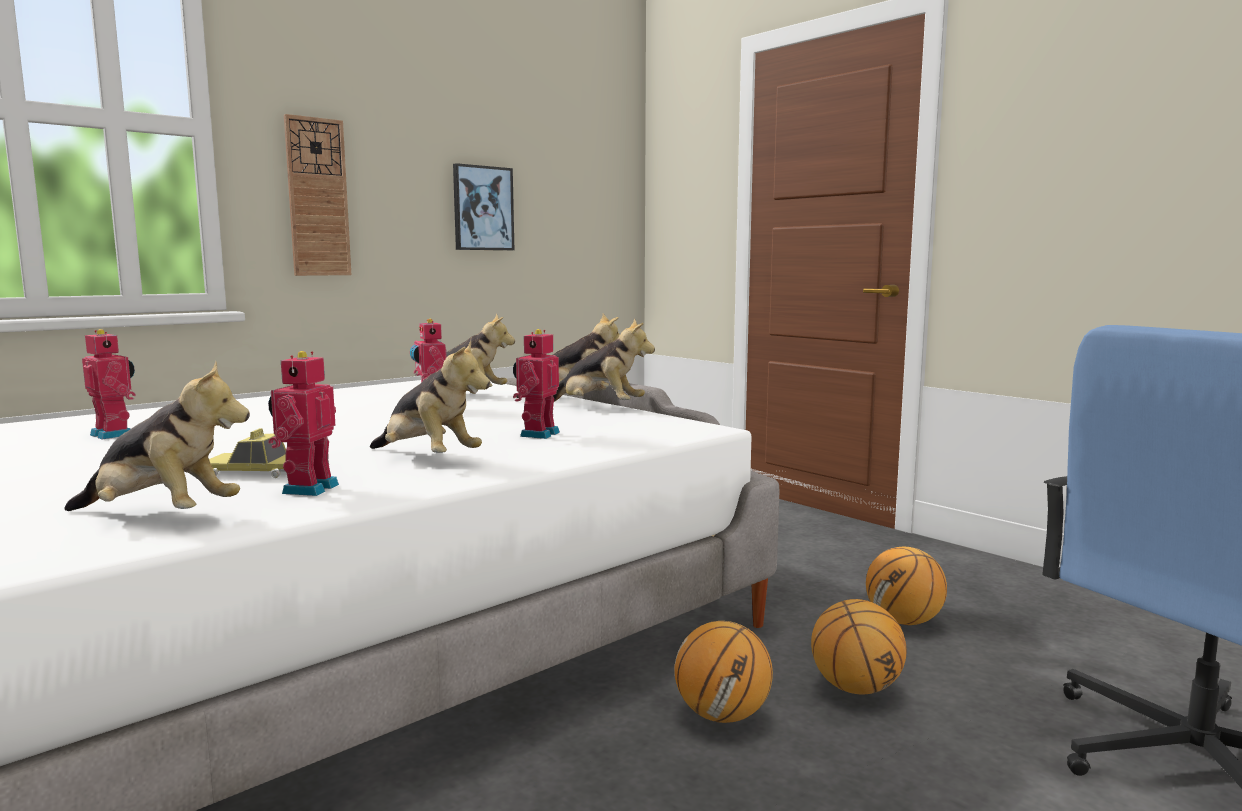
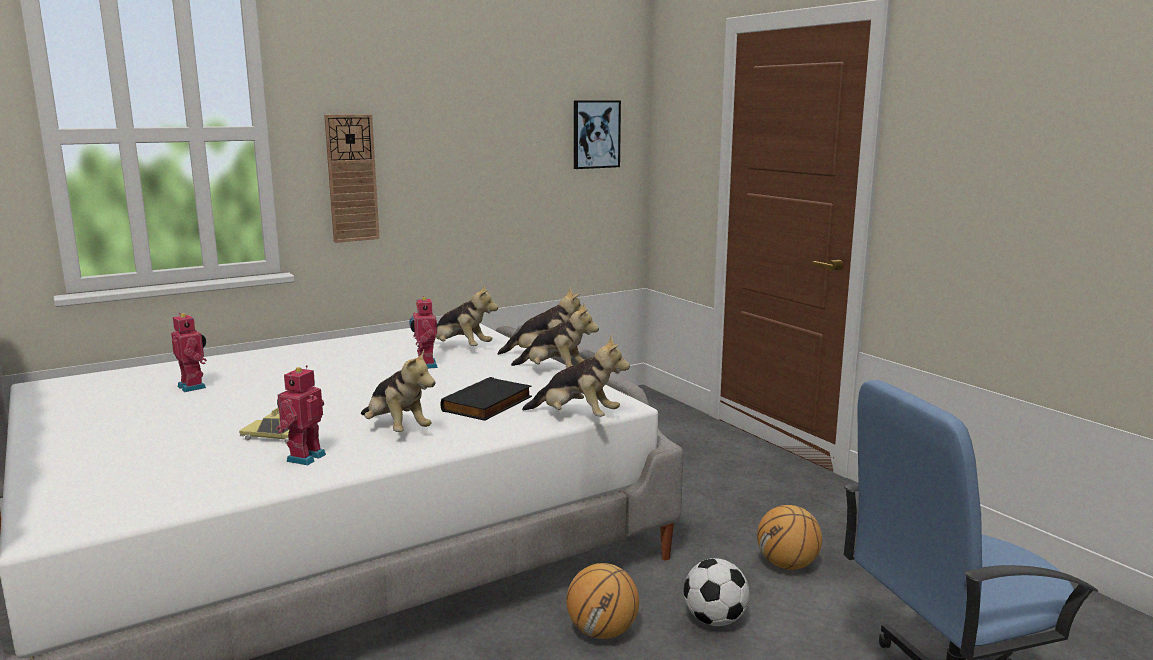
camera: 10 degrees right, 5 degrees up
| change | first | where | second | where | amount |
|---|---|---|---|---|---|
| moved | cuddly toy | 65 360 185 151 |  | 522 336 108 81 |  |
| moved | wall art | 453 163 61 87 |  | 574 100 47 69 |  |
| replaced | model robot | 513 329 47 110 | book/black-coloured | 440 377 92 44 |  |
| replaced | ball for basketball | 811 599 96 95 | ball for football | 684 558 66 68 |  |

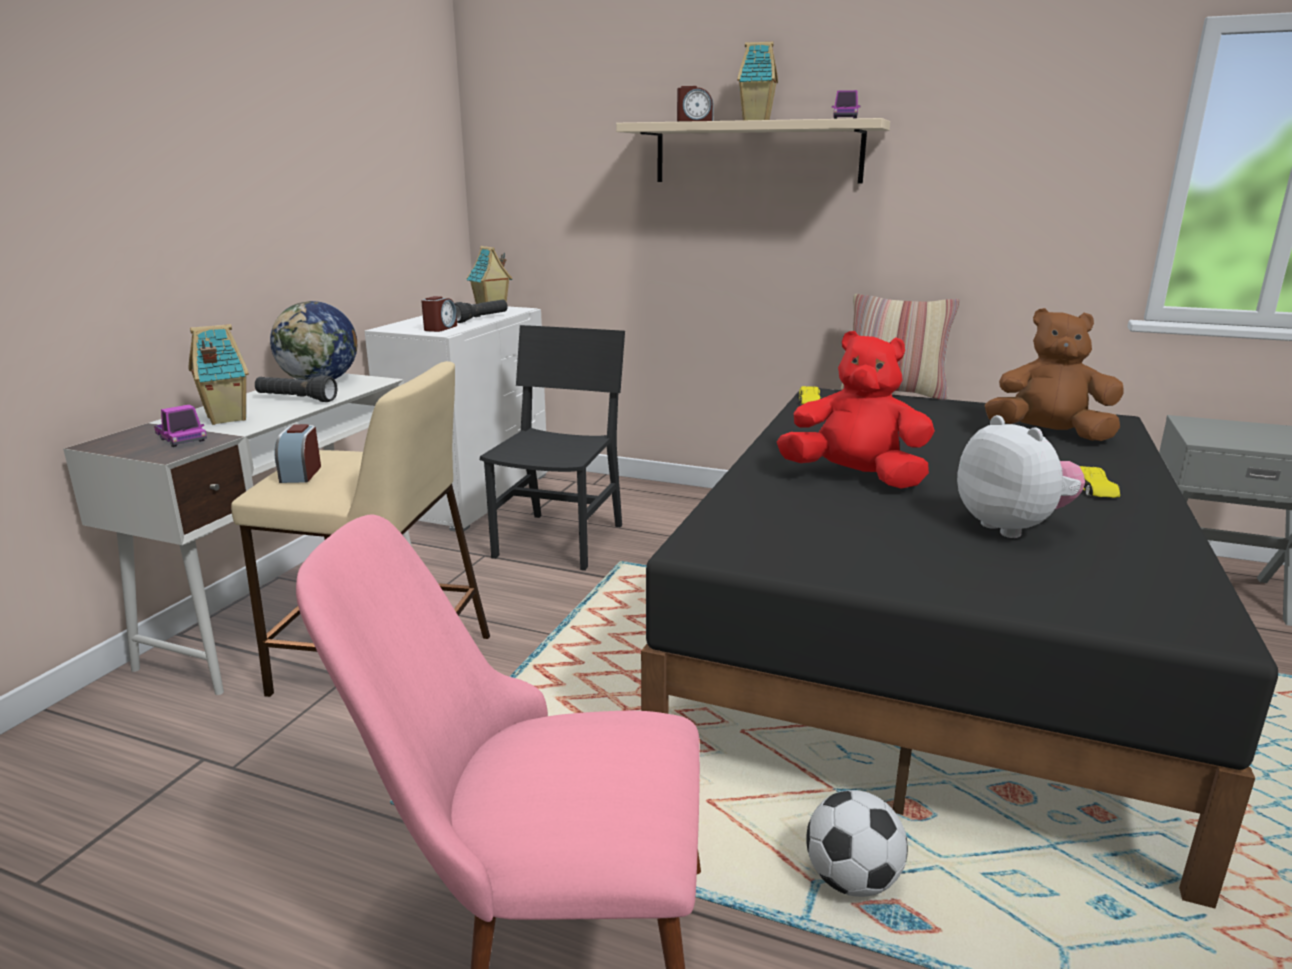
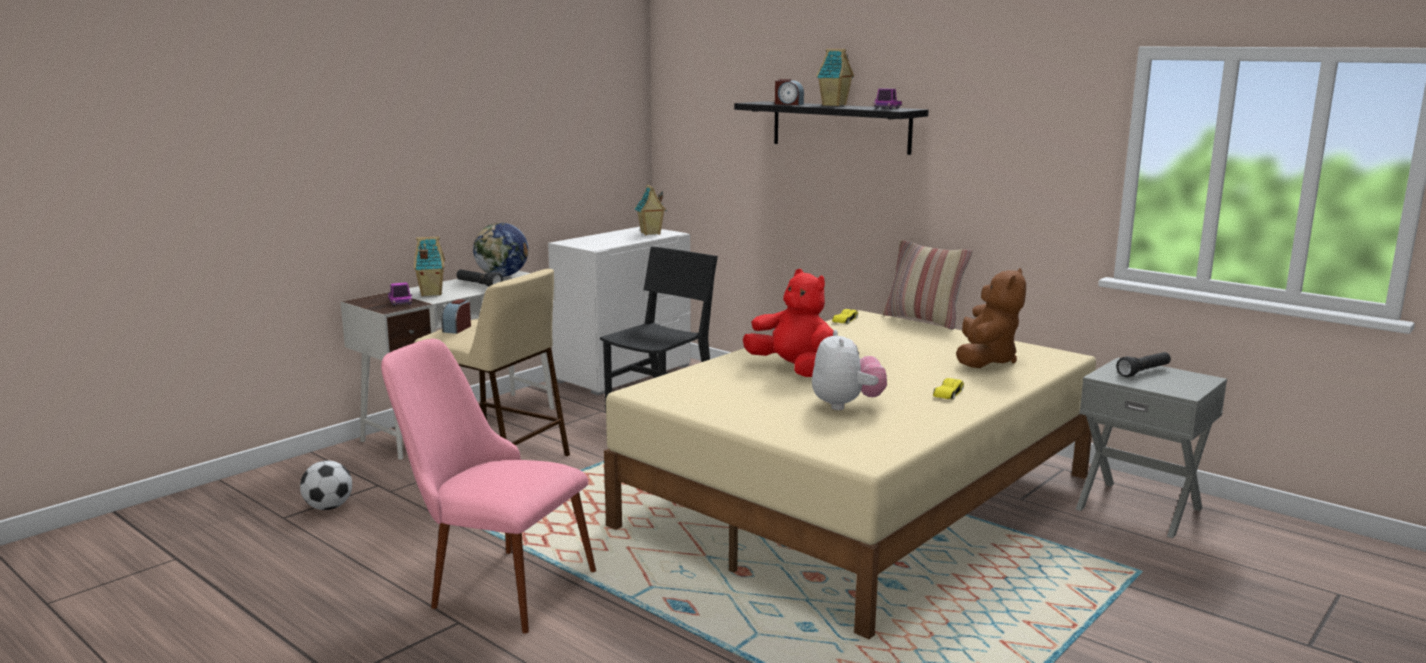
camera: 20 degrees right, 5 degrees down
| change | first | where | second | where | amount |
|---|---|---|---|---|---|
| removed | alarm clock | 421 296 36 36 |  |  |  |
| moved | torch/black-coloured | 454 300 54 23 |  | 1116 352 55 25 |  |
| moved | ball for football | 806 790 102 107 |  | 300 460 52 50 |  |
| recoloured | wall shelf/beige-coloured | 616 118 274 66 | wall shelf/black-coloured | 734 101 195 54 |  |
| recoloured | bed/black-coloured | 641 388 637 520 | bed/beige-coloured | 604 310 492 329 |  |
| turned | cuddly toy/brown-coloured | 985 308 139 133 |  | 956 268 70 100 | 75 degrees clockwise |

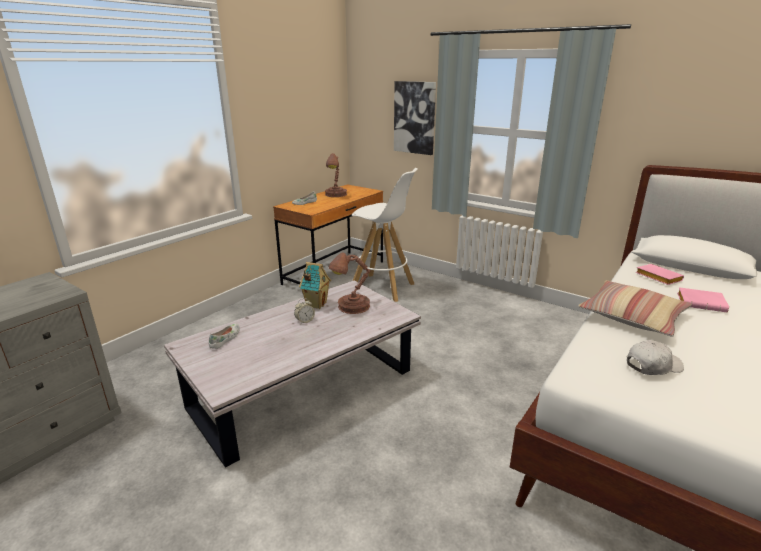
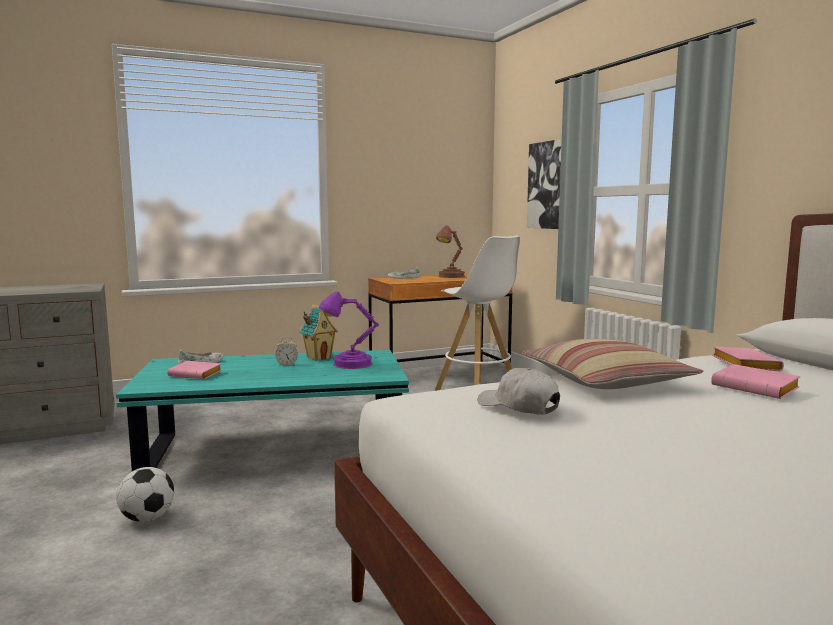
camera: 30 degrees right, 15 degrees down
| change | first | where | second | where | amount |
|---|---|---|---|---|---|
| added |  |  | ball for football | 117 467 57 55 |  |
| added |  |  | book/pink | 167 361 55 18 |  |
| recoloured | coffee table/white-coloured | 164 281 257 187 | coffee table/blue-green | 116 350 293 121 |  |
| recoloured | table lamp/brown-coloured | 329 252 42 62 | table lamp/purple-coloured | 319 292 60 77 |  |
| turned | peaked cap/white-coloured | 627 340 57 35 |  | 477 368 83 47 | 150 degrees counterclockwise |

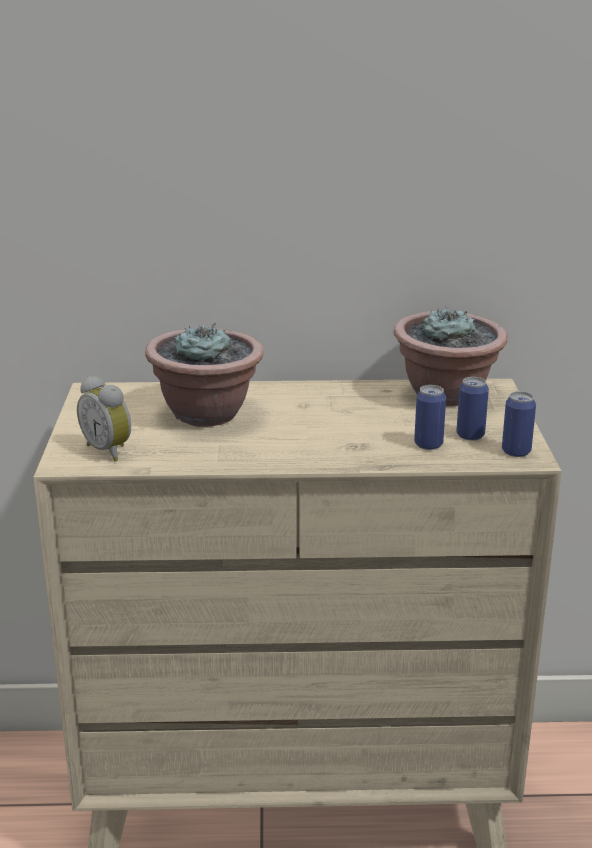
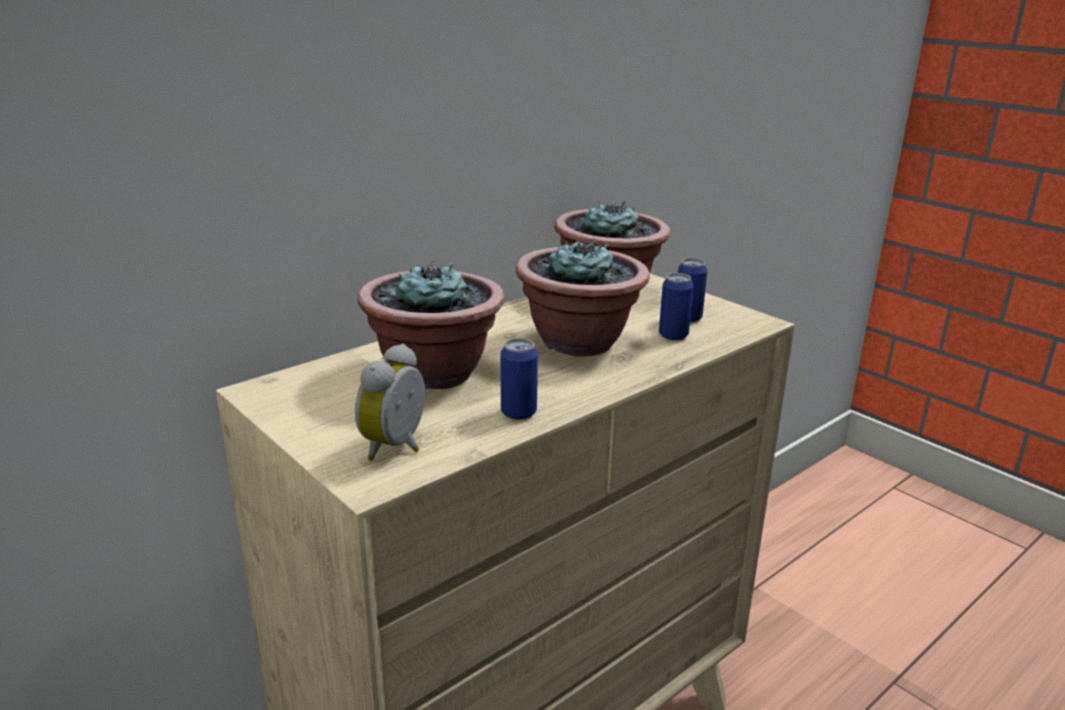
camera: 40 degrees left, 0 degrees up
| change | first | where | second | where | amount |
|---|---|---|---|---|---|
| added |  |  | houseplant | 516 238 134 119 |  |
| moved | sealed can | 502 391 34 66 |  | 501 338 37 82 |  |
| turned | alarm clock | 77 376 54 85 |  | 355 343 70 118 | 105 degrees clockwise |

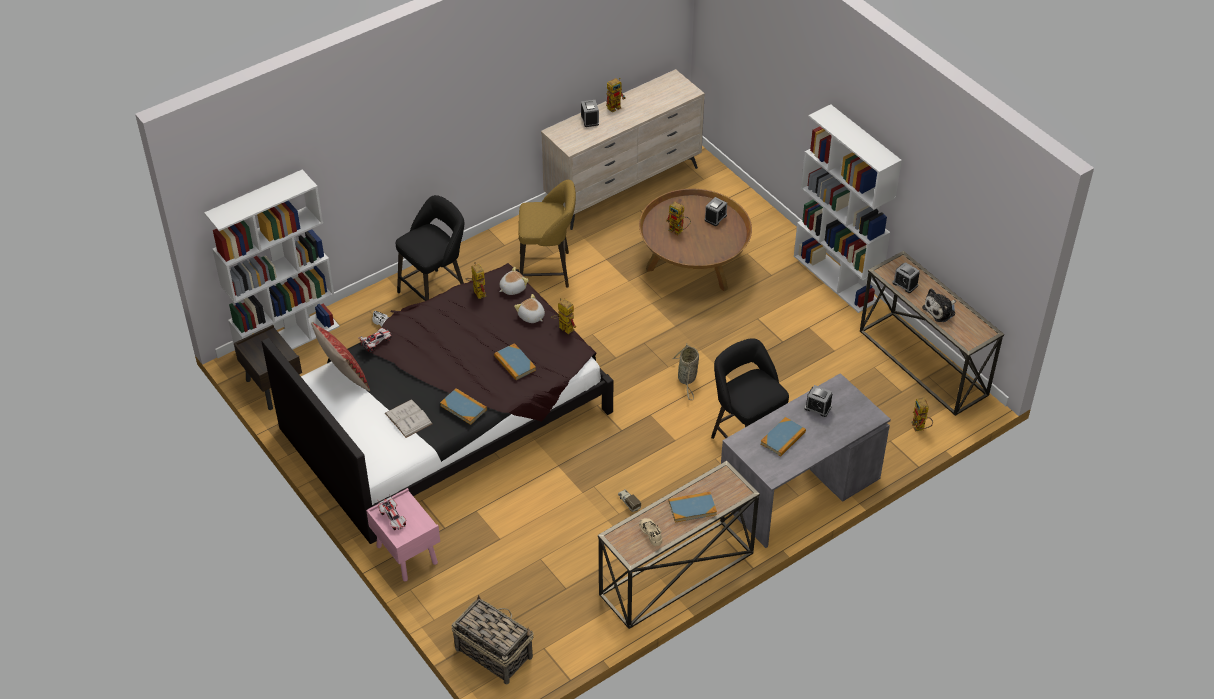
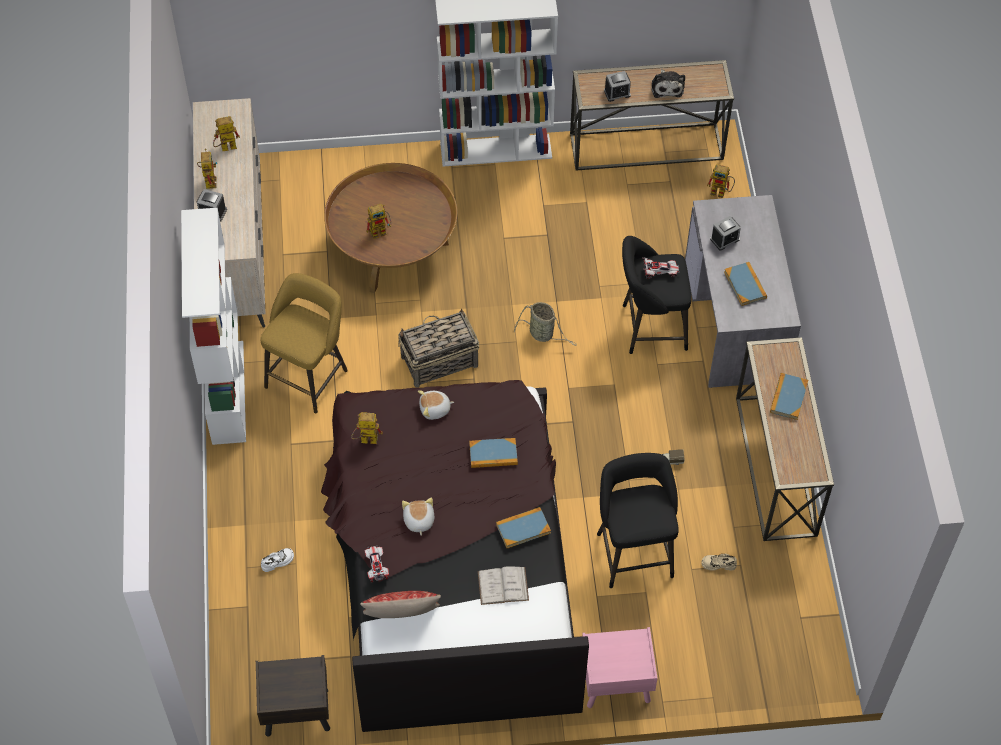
camera: 60 degrees left, 10 degrees up
| change | first | where | second | where | amount |
|---|---|---|---|---|---|
| removed | alarm clock | 704 197 23 29 |  |  |  |
| moved | bookshelf/white-coloured | 204 170 136 183 |  | 181 208 65 237 |  |
| moved | miniature car | 377 494 30 36 |  | 642 257 38 22 |  |
| moved | stool/black-coloured | 396 195 68 106 |  | 597 453 82 135 |  |
| moved | storage basket | 451 595 83 89 |  | 398 309 81 79 |  |
| moved | cuddly toy | 499 267 30 28 |  | 402 498 33 38 |  |
| moved | model robot | 551 298 25 36 |  | 213 116 27 35 |  |
| moved | low shoe/beige-coloured | 639 518 23 28 |  | 701 553 36 18 |  |

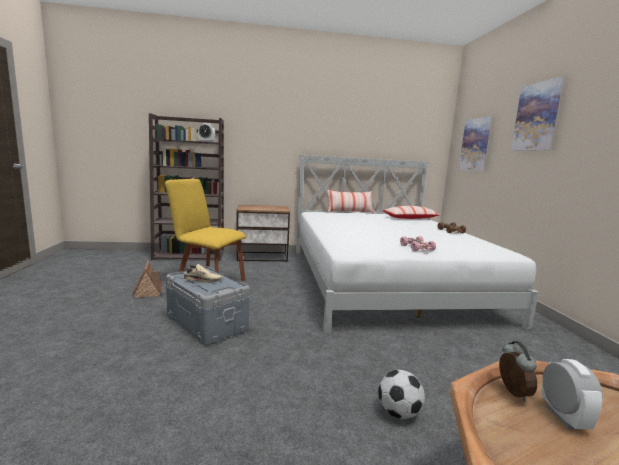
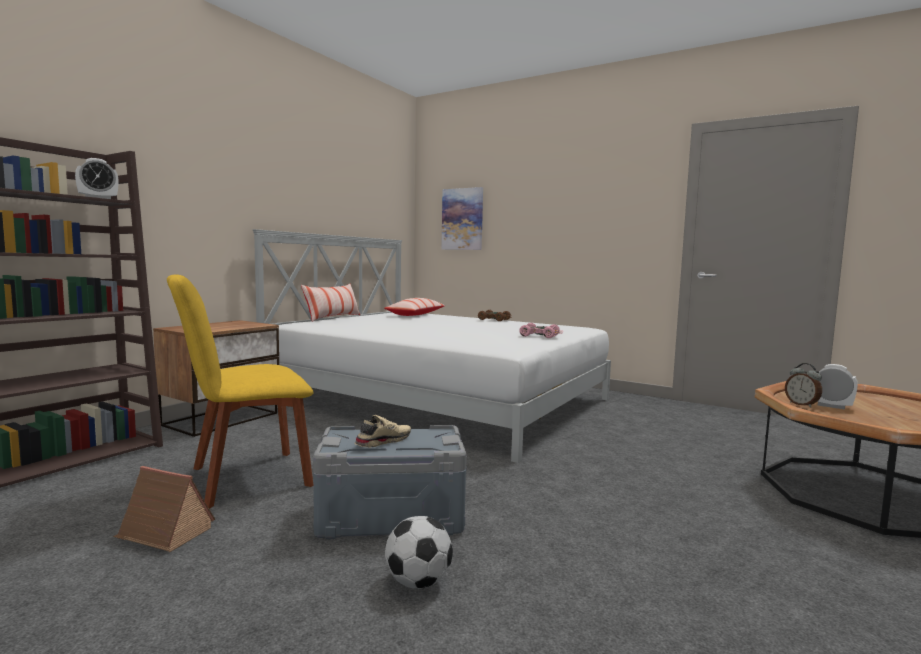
camera: 50 degrees left, 5 degrees down
| change | first | where | second | where | amount |
|---|---|---|---|---|---|
| removed | wall art | 511 77 53 74 |  |  |  |
| moved | ball for football | 378 370 47 49 |  | 385 516 68 73 |  |
| turned | alarm clock | 499 341 38 61 |  | 785 363 37 45 | 150 degrees counterclockwise |

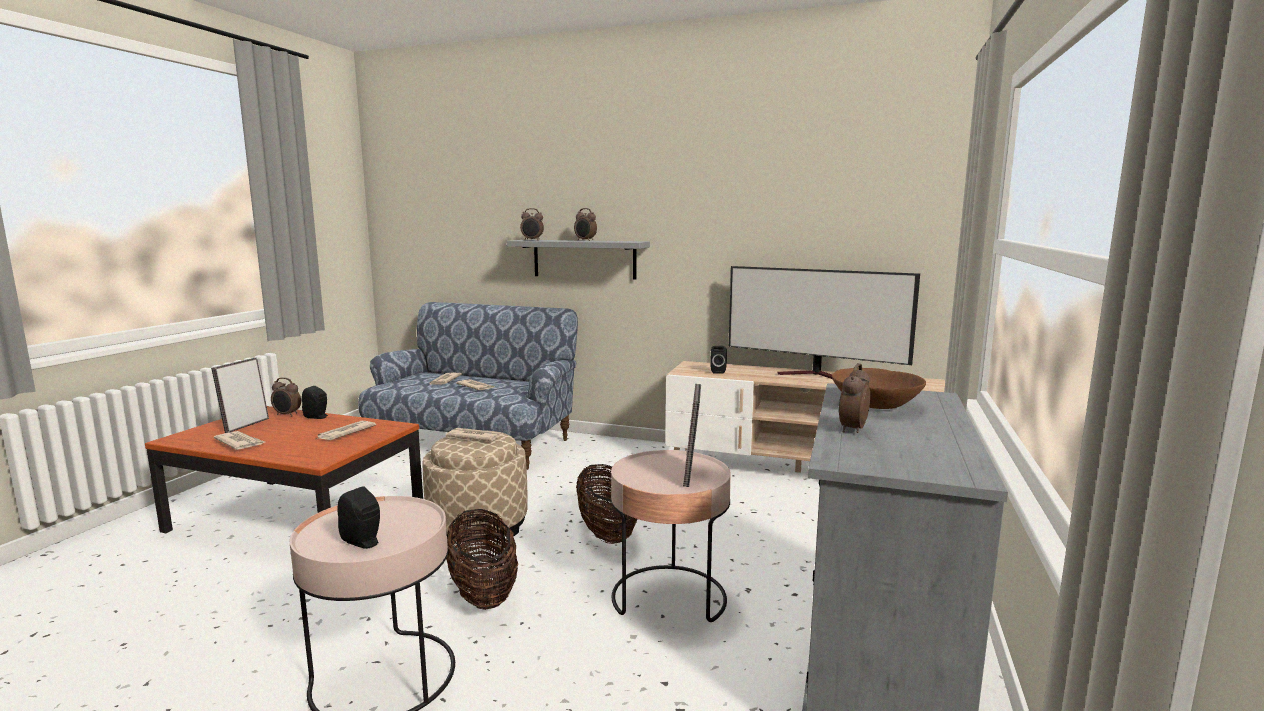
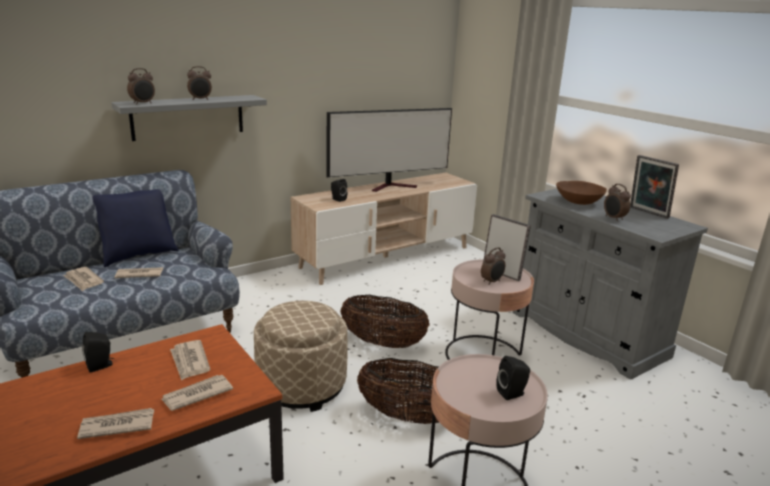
camera: 55 degrees left, 10 degrees up
| change | first | where | second | where | amount |
|---|---|---|---|---|---|
| added |  |  | pillow/blue-coloured | 93 189 86 78 |  |
| moved | photo frame | 211 358 58 75 |  | 630 155 49 64 |  |
| moved | alarm clock | 271 377 30 39 |  | 481 247 24 38 |  |
| moved | printed paper | 446 428 57 13 |  | 161 375 72 36 |  |

